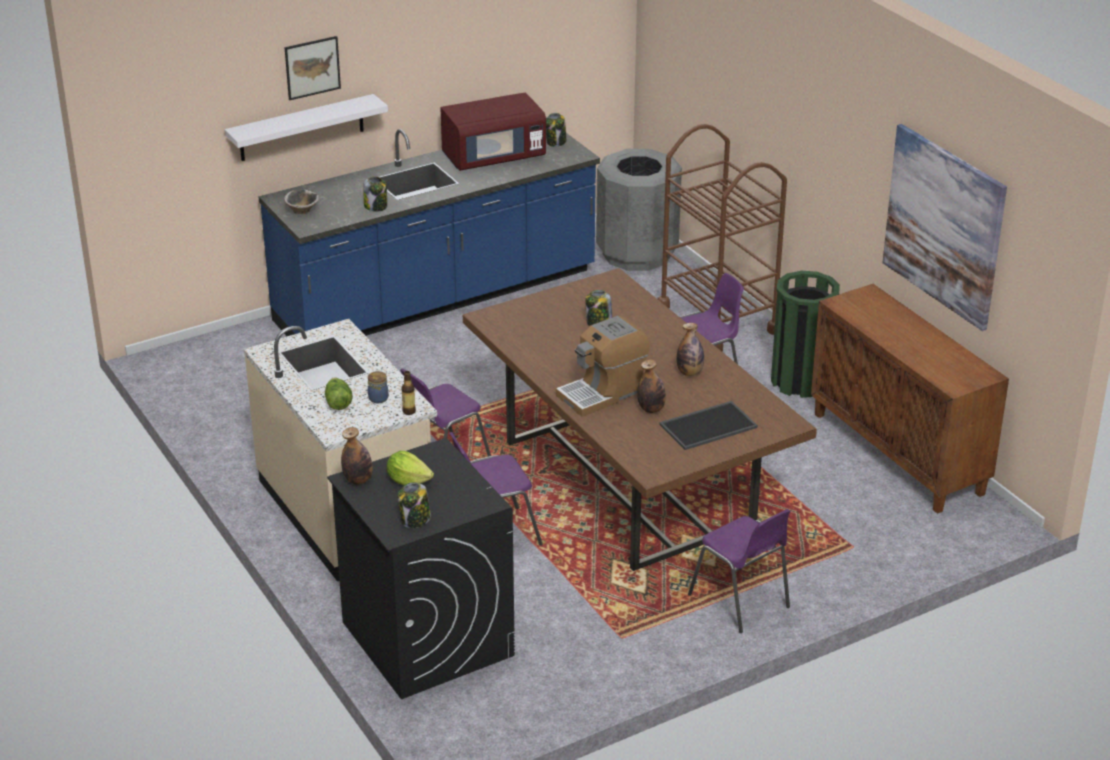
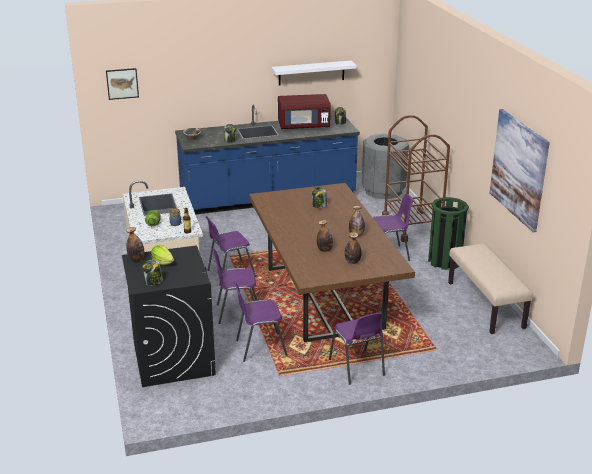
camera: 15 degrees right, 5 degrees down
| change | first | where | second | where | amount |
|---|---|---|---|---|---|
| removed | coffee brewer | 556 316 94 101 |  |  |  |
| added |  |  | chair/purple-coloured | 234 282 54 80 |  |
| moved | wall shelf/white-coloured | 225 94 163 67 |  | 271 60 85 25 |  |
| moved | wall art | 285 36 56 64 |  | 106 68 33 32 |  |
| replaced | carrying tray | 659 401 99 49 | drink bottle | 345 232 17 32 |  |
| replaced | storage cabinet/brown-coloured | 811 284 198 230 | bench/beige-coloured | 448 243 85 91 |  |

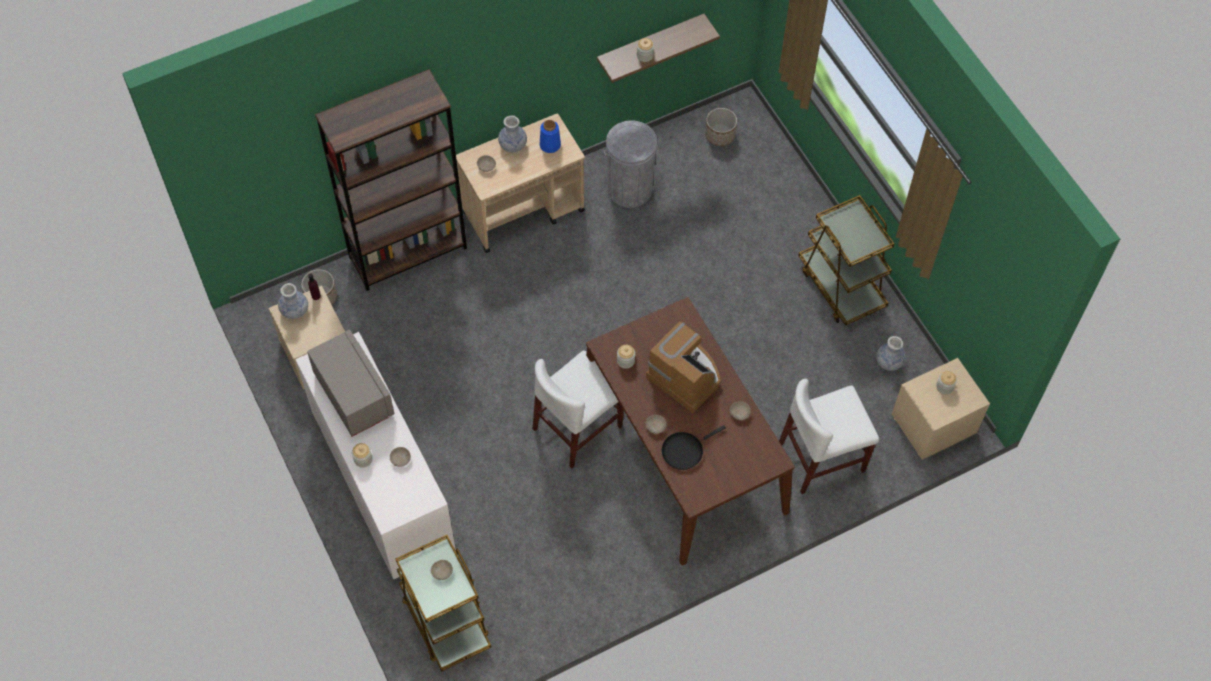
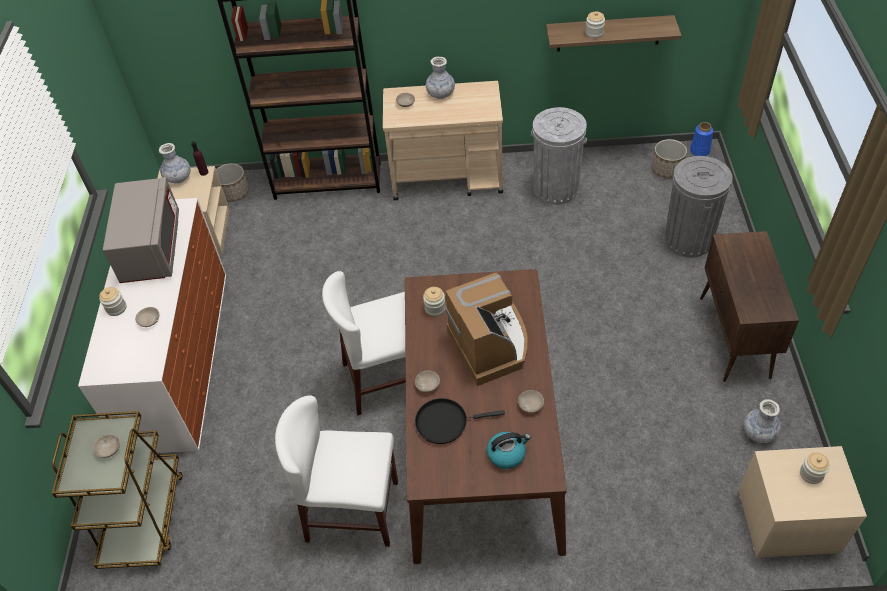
camera: 30 degrees right, 10 degrees down
| change | first | where | second | where | amount |
|---|---|---|---|---|---|
| added |  |  | water kettle | 487 432 44 37 |  |
| added |  |  | rubbish bin/gray | 664 156 69 101 |  |
| moved | decorative vase/blue-coloured | 540 120 21 33 |  | 690 122 23 34 |  |
| moved | chair/white-coloured | 779 379 100 115 |  | 275 395 123 152 |  |
| replaced | cart/brown-coloured | 798 195 96 131 | storage cabinet/brown-coloured | 700 231 99 151 |  |

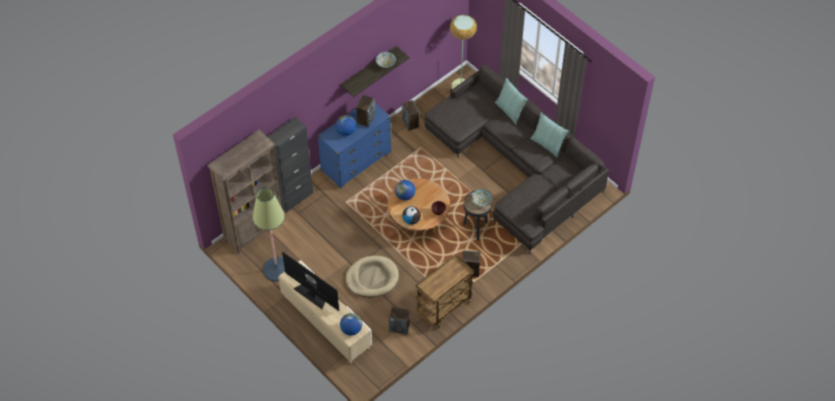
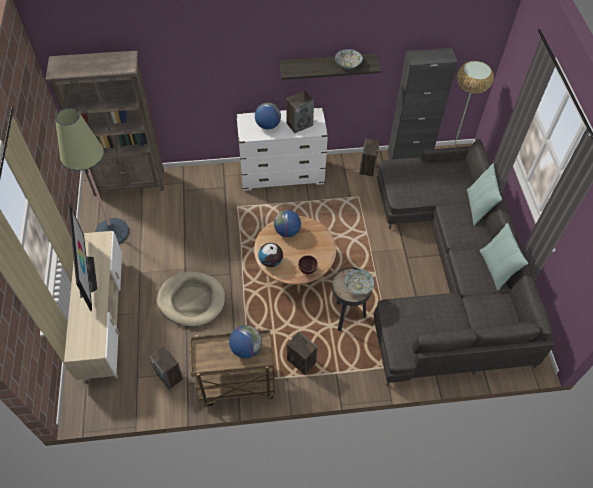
camera: 35 degrees right, 0 degrees up
| change | first | where | second | where | amount |
|---|---|---|---|---|---|
| moved | storage cabinet/black-coloured | 267 117 46 95 |  | 388 48 69 112 |  |
| moved | world globe | 340 313 22 22 |  | 229 325 33 33 |  |
| recoloured | drawer chest/blue-coloured | 317 104 74 84 | drawer chest/white-coloured | 236 107 92 84 |  |

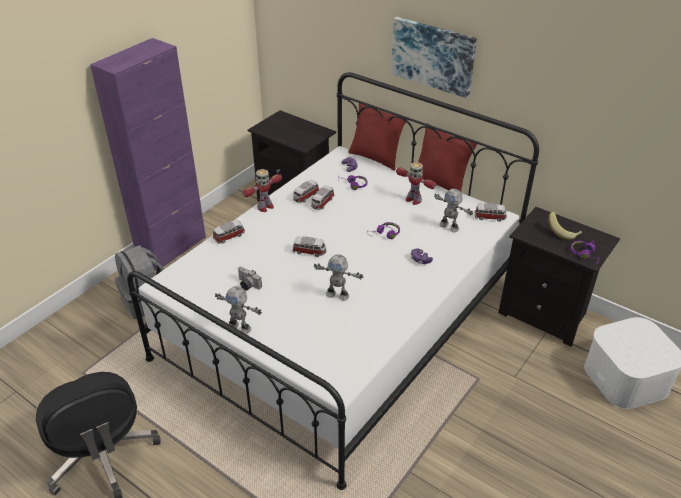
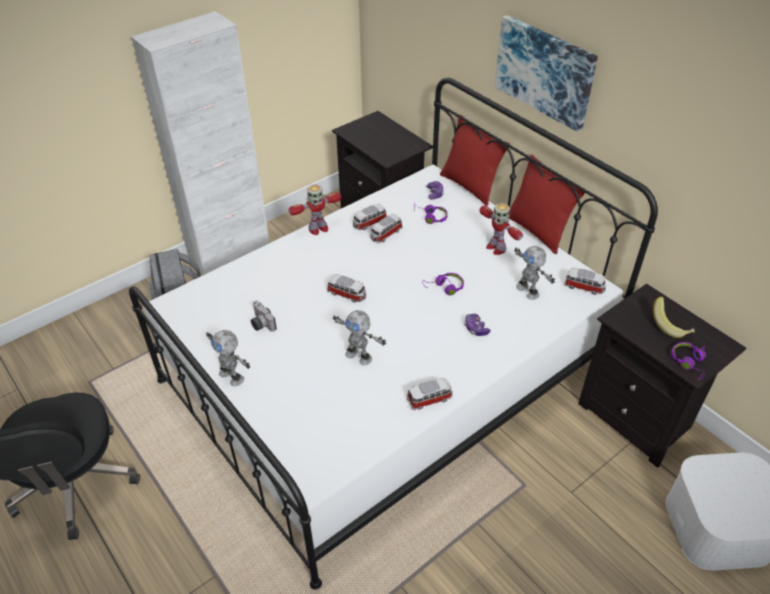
camera: 15 degrees right, 5 degrees up
| change | first | where | second | where | amount |
|---|---|---|---|---|---|
| moved | miniature car | 213 220 32 24 |  | 407 378 45 32 |  |
| recoloured | storage cabinet/purple-coloured | 90 38 116 232 | storage cabinet/white-coloured | 131 11 139 264 |  |

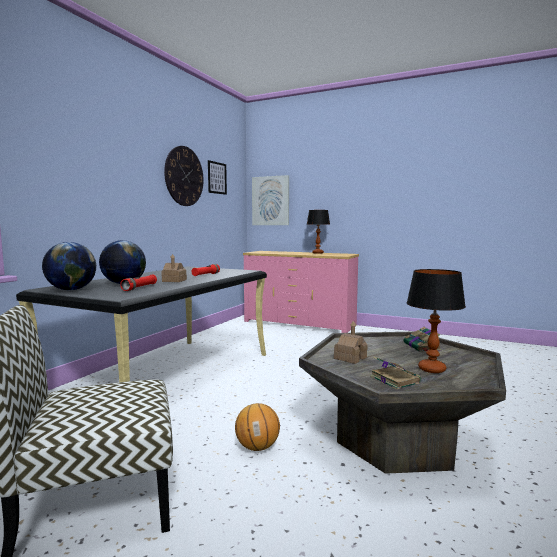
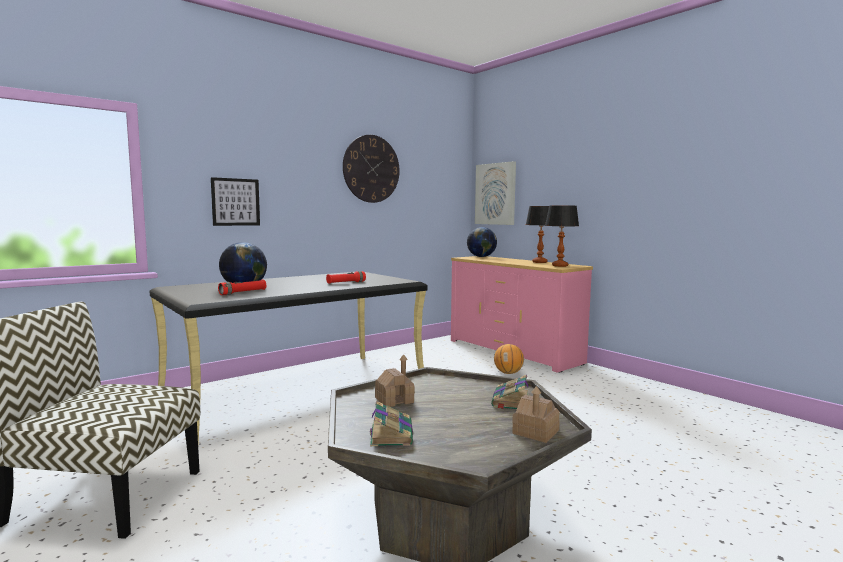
camera: 25 degrees right, 0 degrees up
| change | first | where | second | where | amount |
|---|---|---|---|---|---|
| moved | world globe | 42 242 54 48 |  | 467 227 30 30 |  |
| moved | model house | 161 254 26 28 |  | 512 386 48 57 |  |
| moved | wall art | 208 160 19 35 |  | 211 177 49 49 |  |
| moved | ball for basketball | 235 403 45 48 |  | 494 344 30 30 |  |
| moved | table lamp | 407 269 59 104 |  | 545 205 34 62 |  |

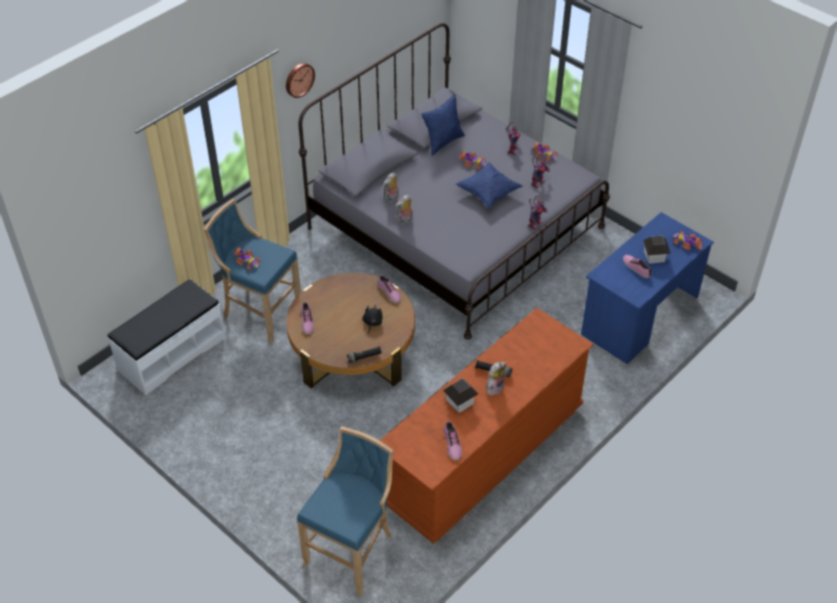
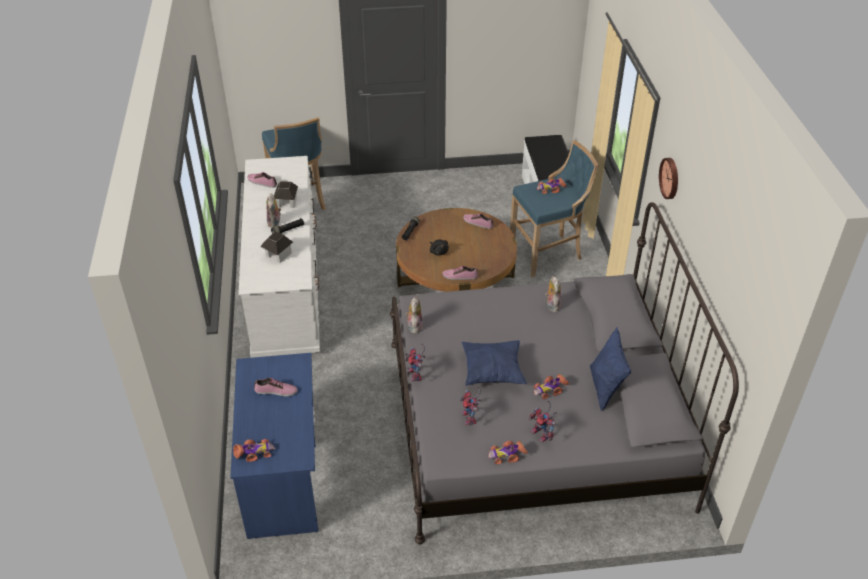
camera: 130 degrees right, 5 degrees down
| change | first | where | second | where | amount |
|---|---|---|---|---|---|
| moved | cuddly toy | 395 195 18 30 |  | 406 297 17 37 |  |
| moved | model house | 643 235 28 29 |  | 260 231 33 32 |  |
| recoloured | drawer chest/brown-coloured | 380 308 214 236 | drawer chest/white-coloured | 238 156 82 202 |  |

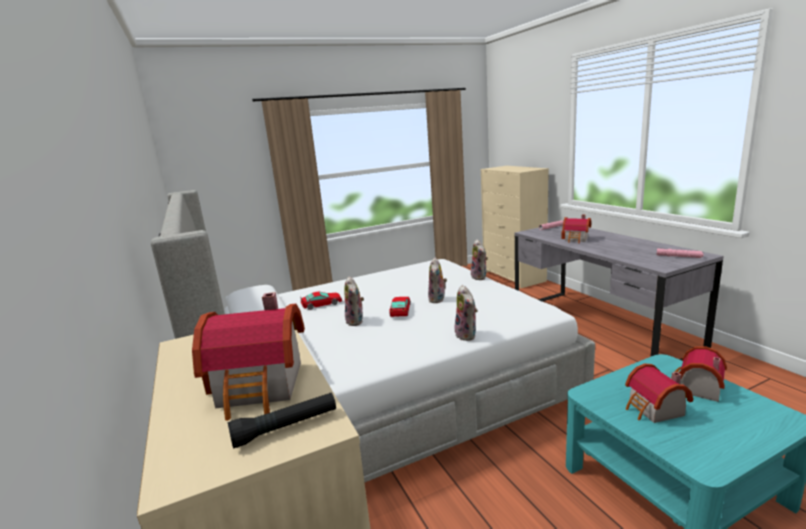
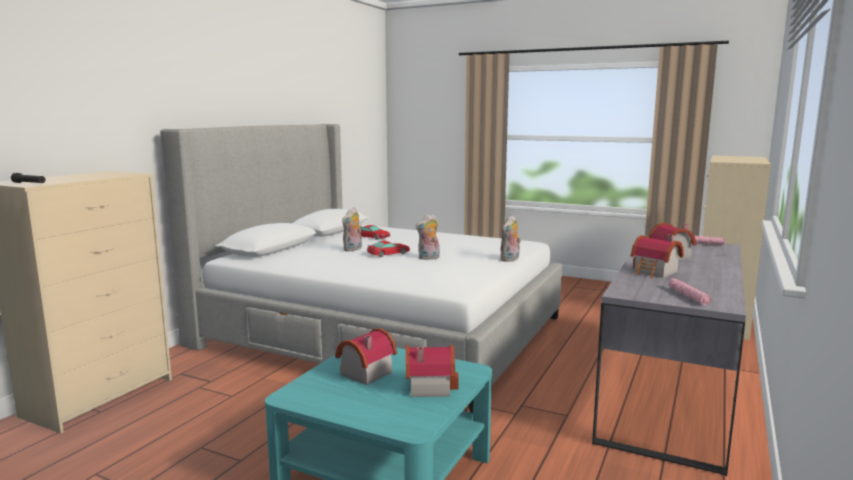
camera: 50 degrees right, 5 degrees down
| change | first | where | second | where | amount |
|---|---|---|---|---|---|
| removed | cuddly toy | 455 285 22 56 |  |  |  |
| moved | model house | 192 292 113 129 |  | 631 235 53 43 |  |

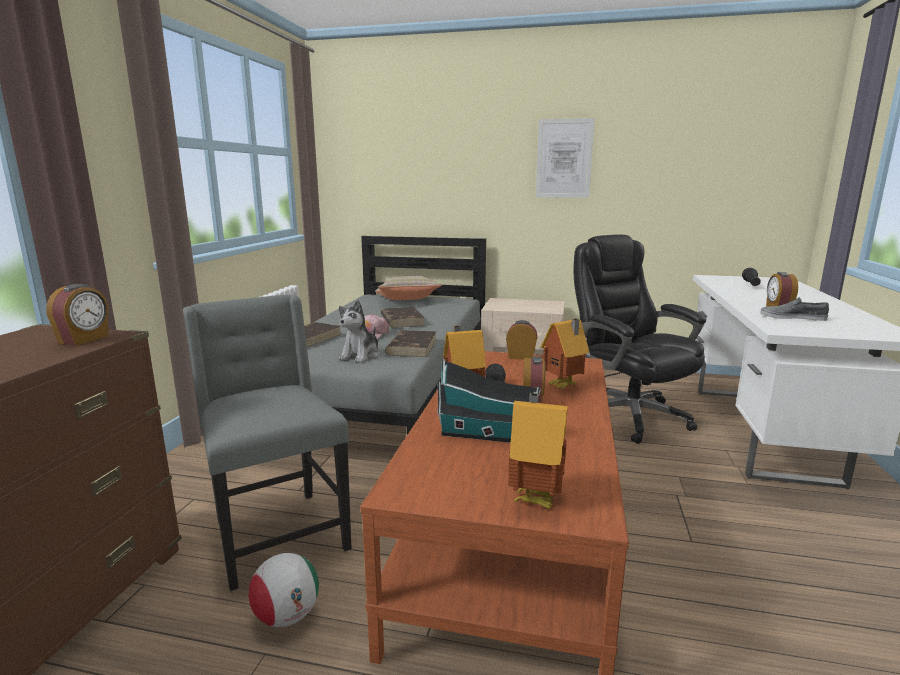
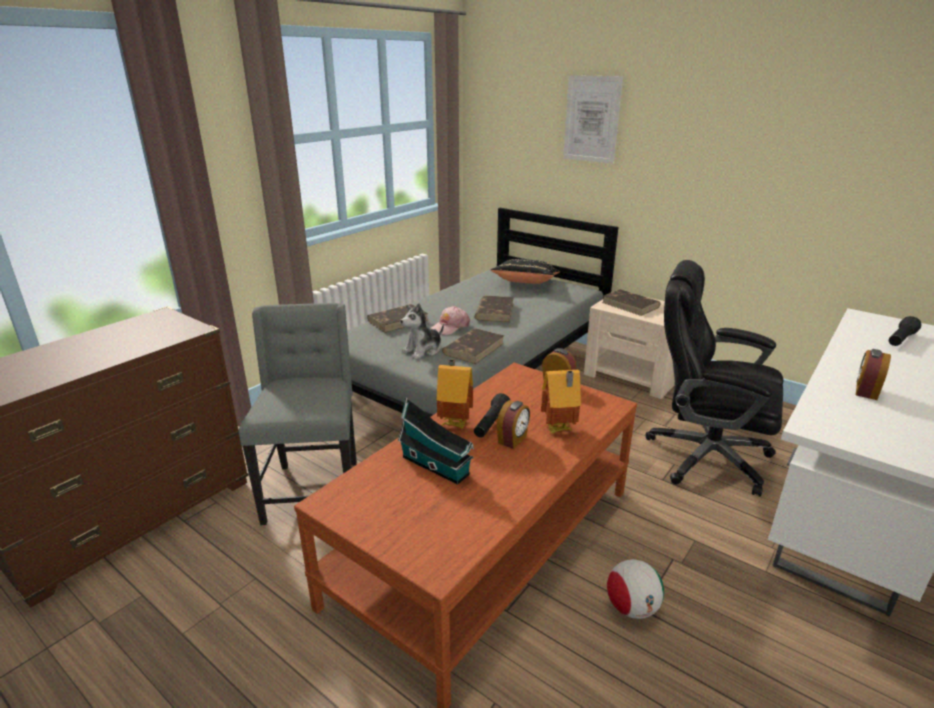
camera: 25 degrees right, 10 degrees up
| change | first | where | second | where | amount |
|---|---|---|---|---|---|
| removed | alarm clock | 46 284 62 62 |  |  |  |
| removed | model house | 508 393 60 116 |  |  |  |
| removed | low shoe/gray | 760 297 69 24 |  |  |  |
| added |  |  | book/brown-coloured | 602 289 59 27 |  |
| moved | ball for football | 248 553 71 74 |  | 607 559 57 60 |  |
| moved | wall art | 536 118 59 80 |  | 563 75 60 89 |  |
| recoloured | pillow/beige-coloured | 375 276 67 24 | pillow/black-coloured | 491 259 69 25 |  |
| turned | computer chair/black-coloured | 574 235 132 209 |  | 646 260 138 237 | 60 degrees counterclockwise |

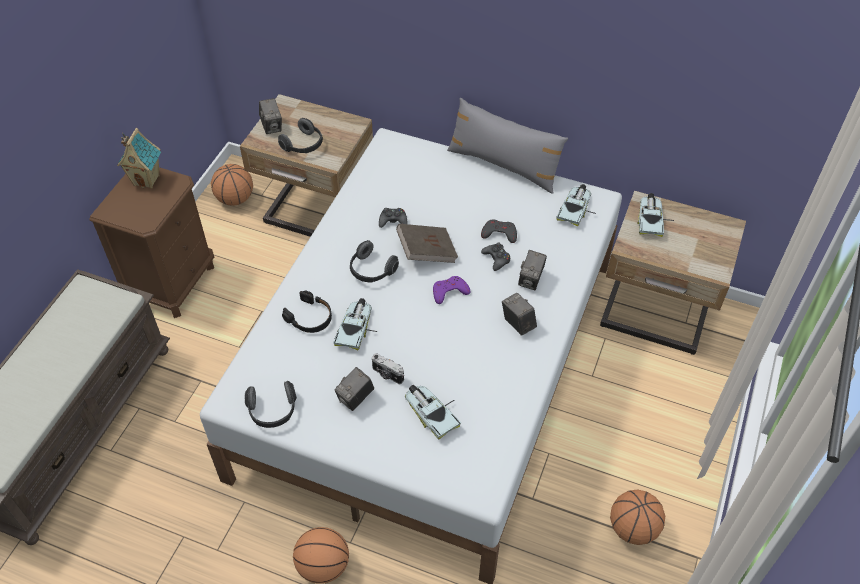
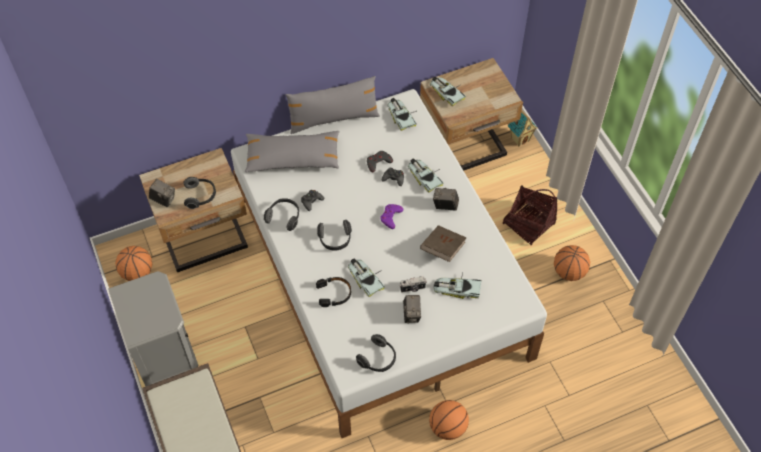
camera: 45 degrees left, 5 degrees up
| change | first | where | second | where | amount |
|---|---|---|---|---|---|
| added |  |  | pillow/gray | 245 131 94 41 |  |
| added |  |  | headphones | 264 198 35 33 |  |
| added |  |  | storage basket | 503 185 55 60 |  |
| moved | model house | 117 128 44 61 |  | 508 110 30 36 |  |
| moved | book/brown-coloured | 396 224 62 39 |  | 420 225 47 37 |  |
| replaced | still camera | 518 250 29 40 | miniature car | 408 159 36 33 |  |
| recoloured | bedside table/brown-coloured | 89 167 125 151 | bedside table/gray | 108 271 90 116 |  |

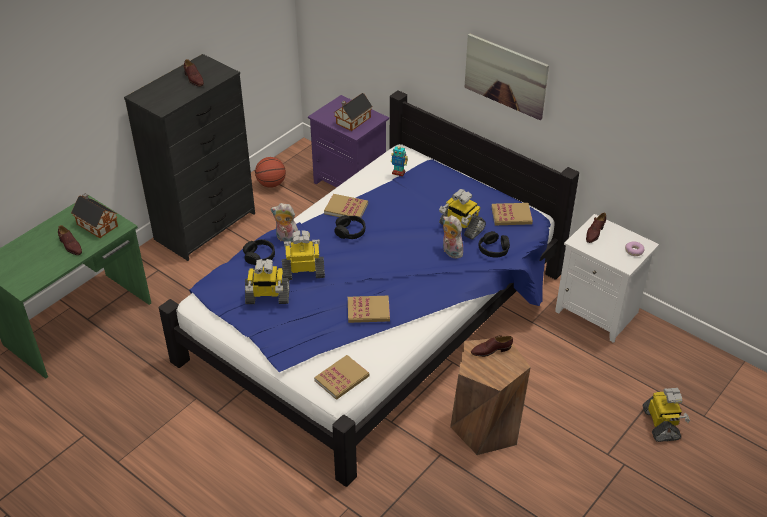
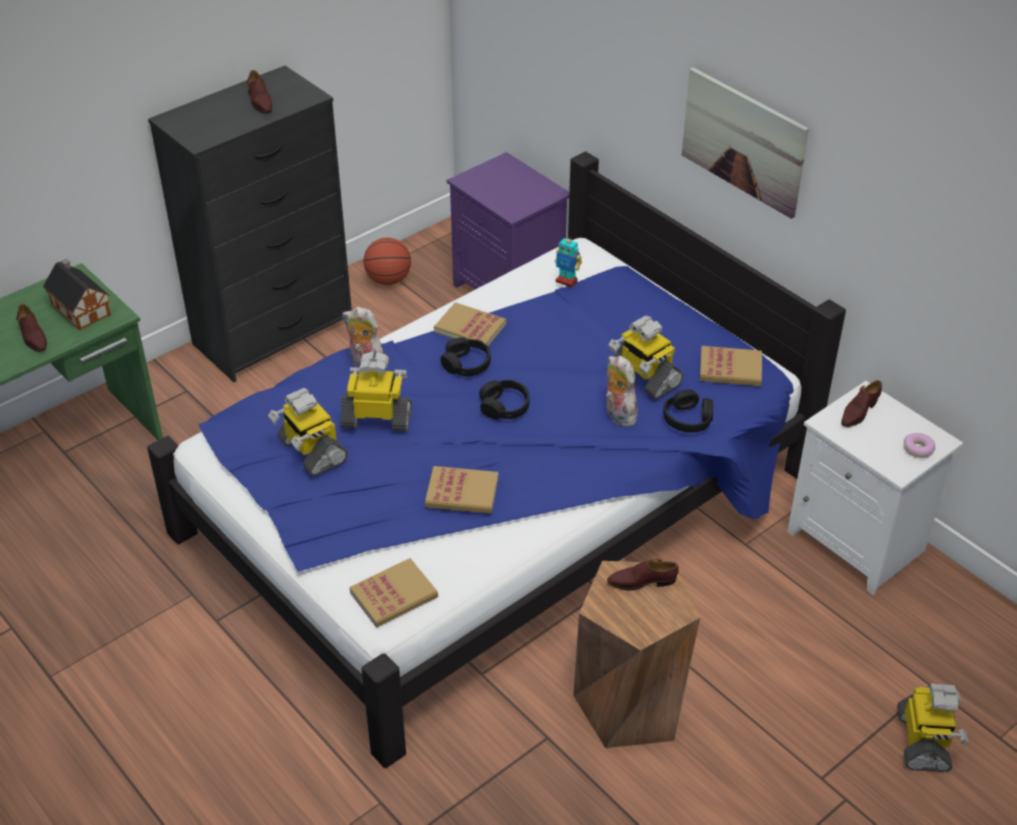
camera: 10 degrees right, 0 degrees up
| change | first | where | second | where | amount |
|---|---|---|---|---|---|
| removed | model house | 334 93 39 38 |  |  |  |
| moved | headphones/black-coloured | 243 239 32 26 |  | 479 380 51 39 |  |
| turned | model robot | 245 259 44 45 |  | 268 388 80 89 | 45 degrees clockwise |

